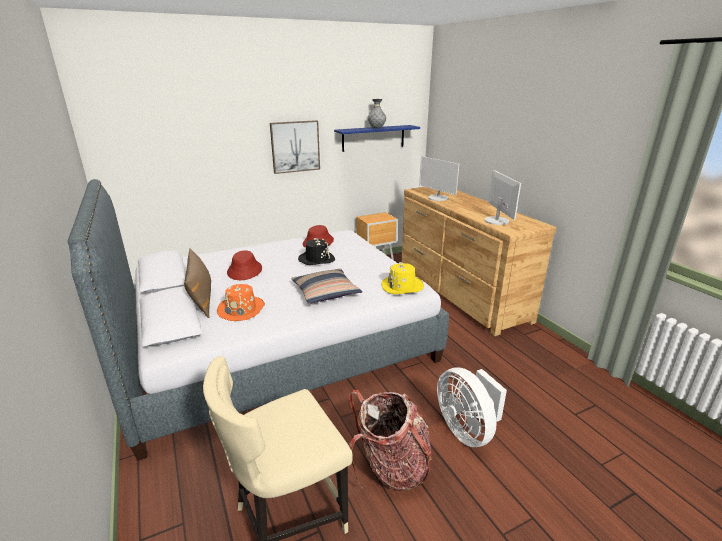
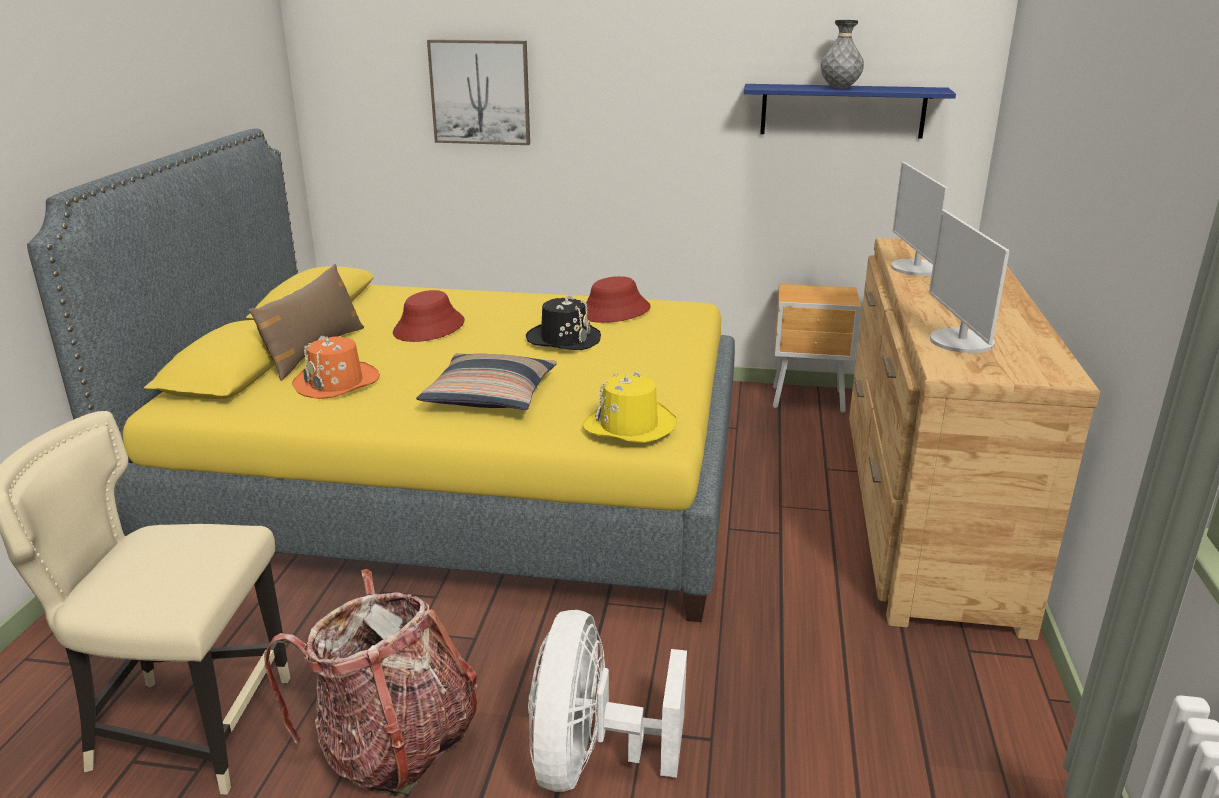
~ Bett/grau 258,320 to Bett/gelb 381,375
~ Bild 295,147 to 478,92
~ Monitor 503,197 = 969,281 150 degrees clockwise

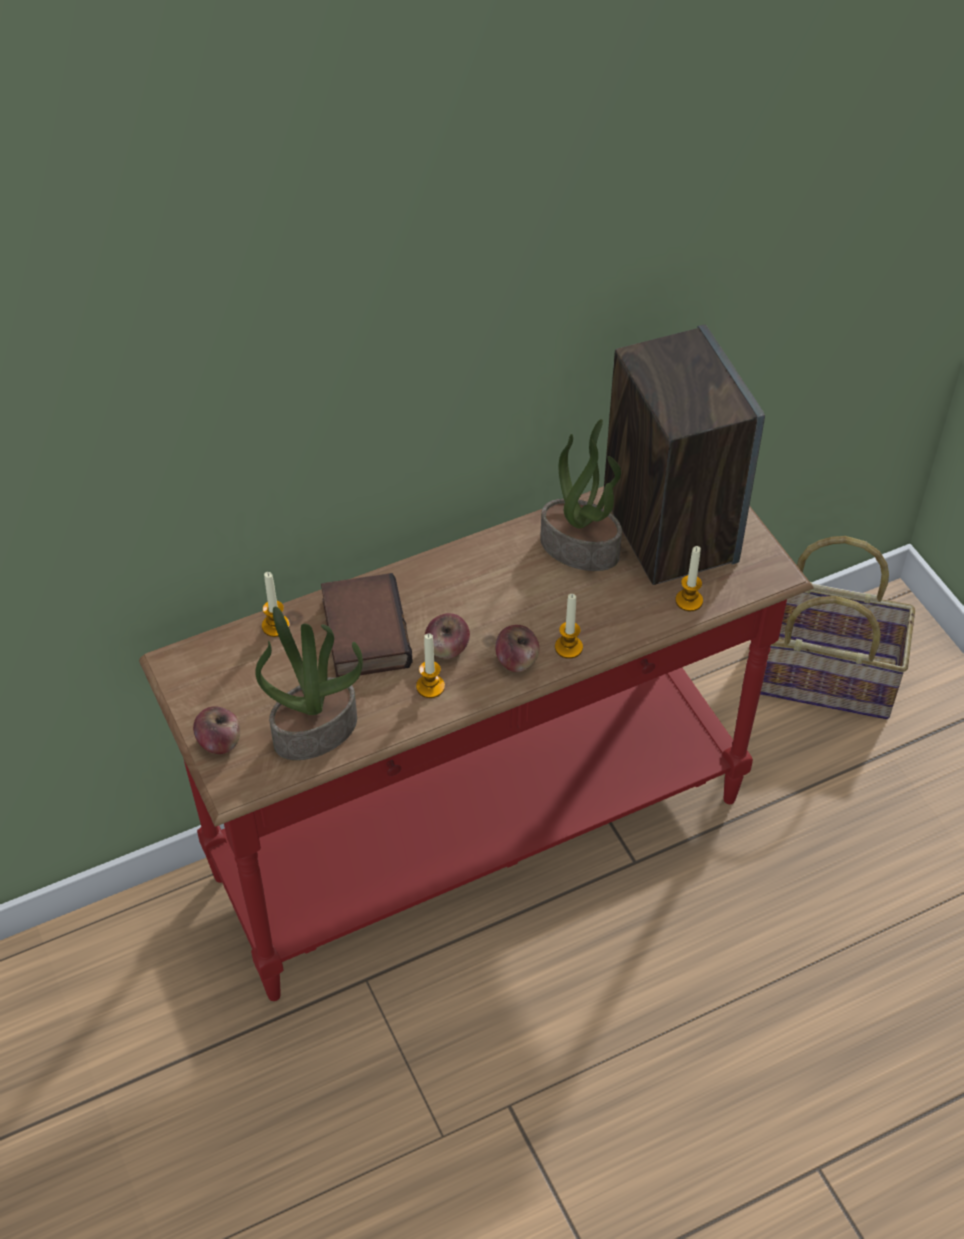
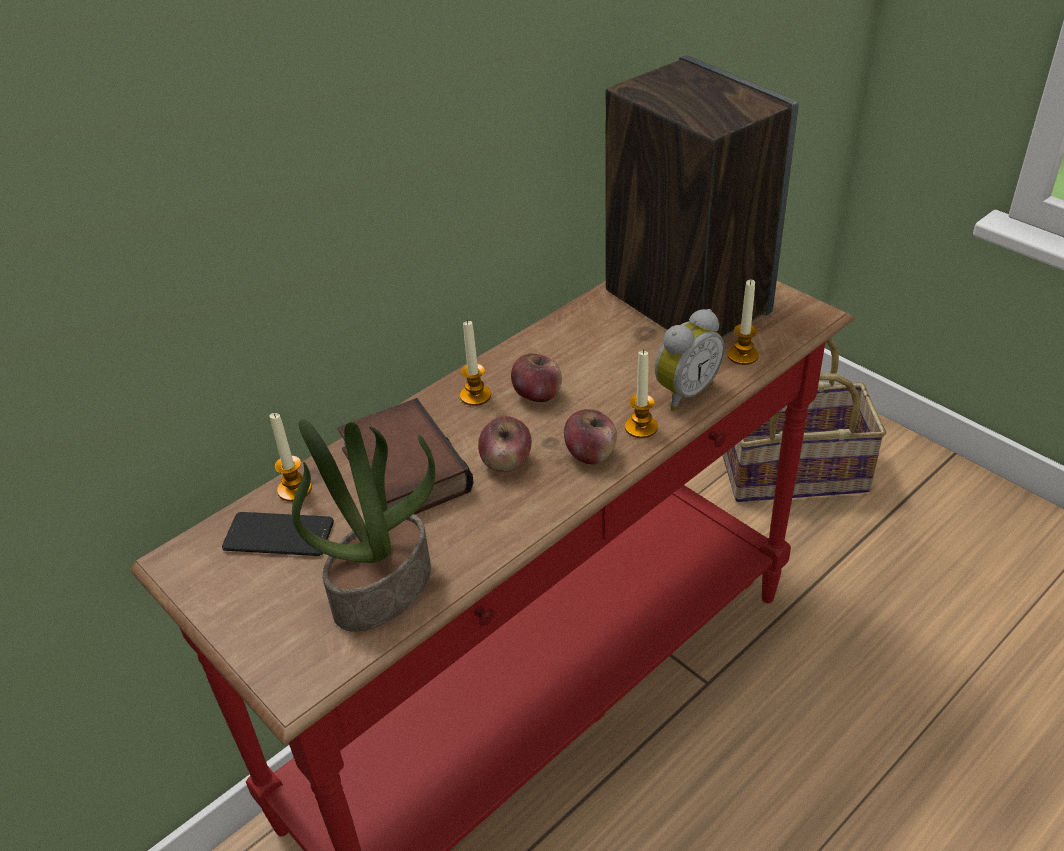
+ Handy 278,534
~ Kerze 430,666 to 475,363
~ Apfel 216,730 to 536,378
+ Wecker 689,360
- Topfpflanze 581,495

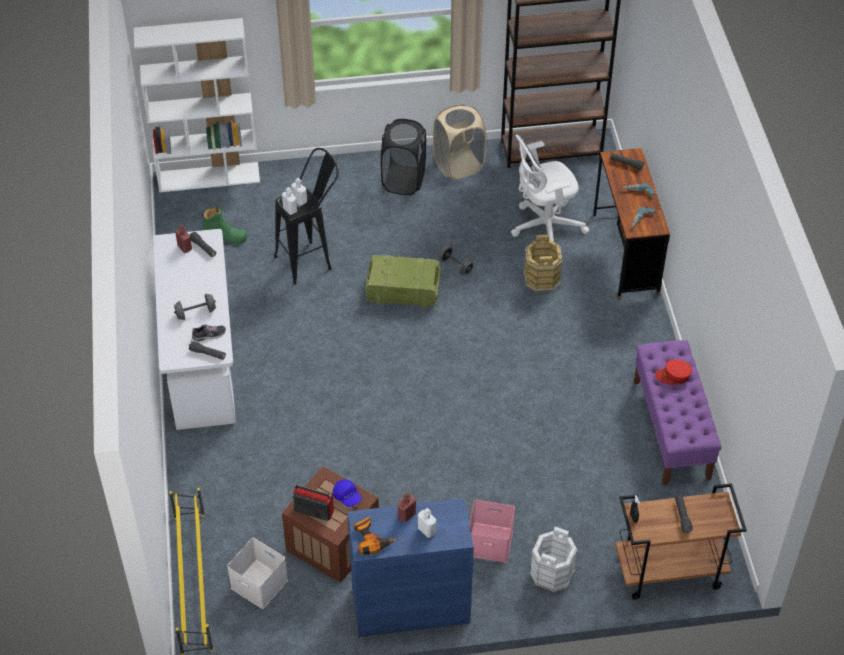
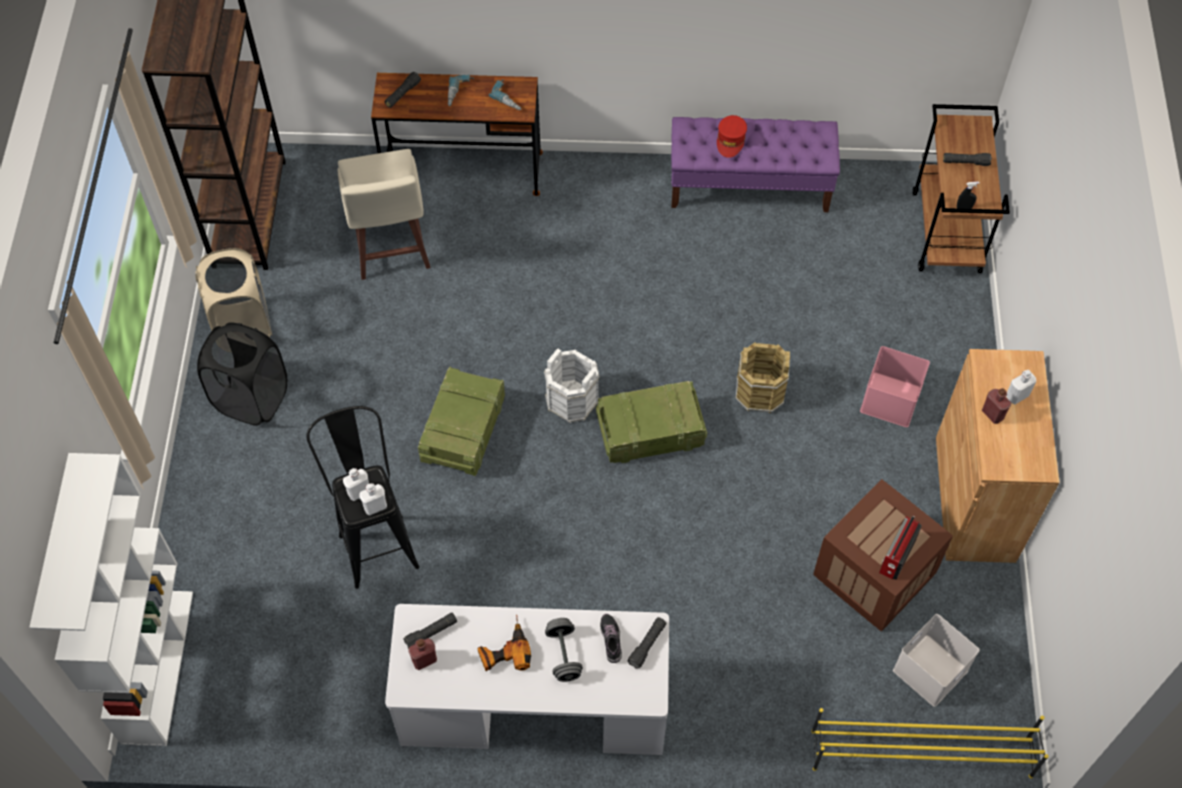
~ Bürostuhl/weiß 550,188 to Hocker/beige 384,214
~ Bohrmaschine 377,536 to 504,643
~ Eimer/weiß 553,559 to 572,385
+ Kiste 651,422
~ Eimer/braun 543,263 to 762,377
~ Schrank/blau 411,567 to Schrank/braun 998,456
- Stiefel/grün 224,225
- Kappe/blau 347,493
- Hantel/grau 456,260

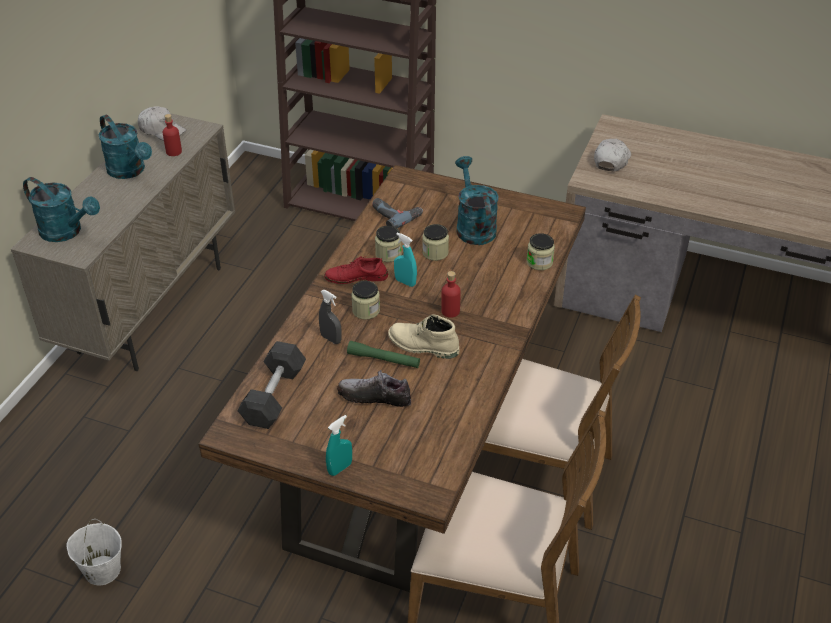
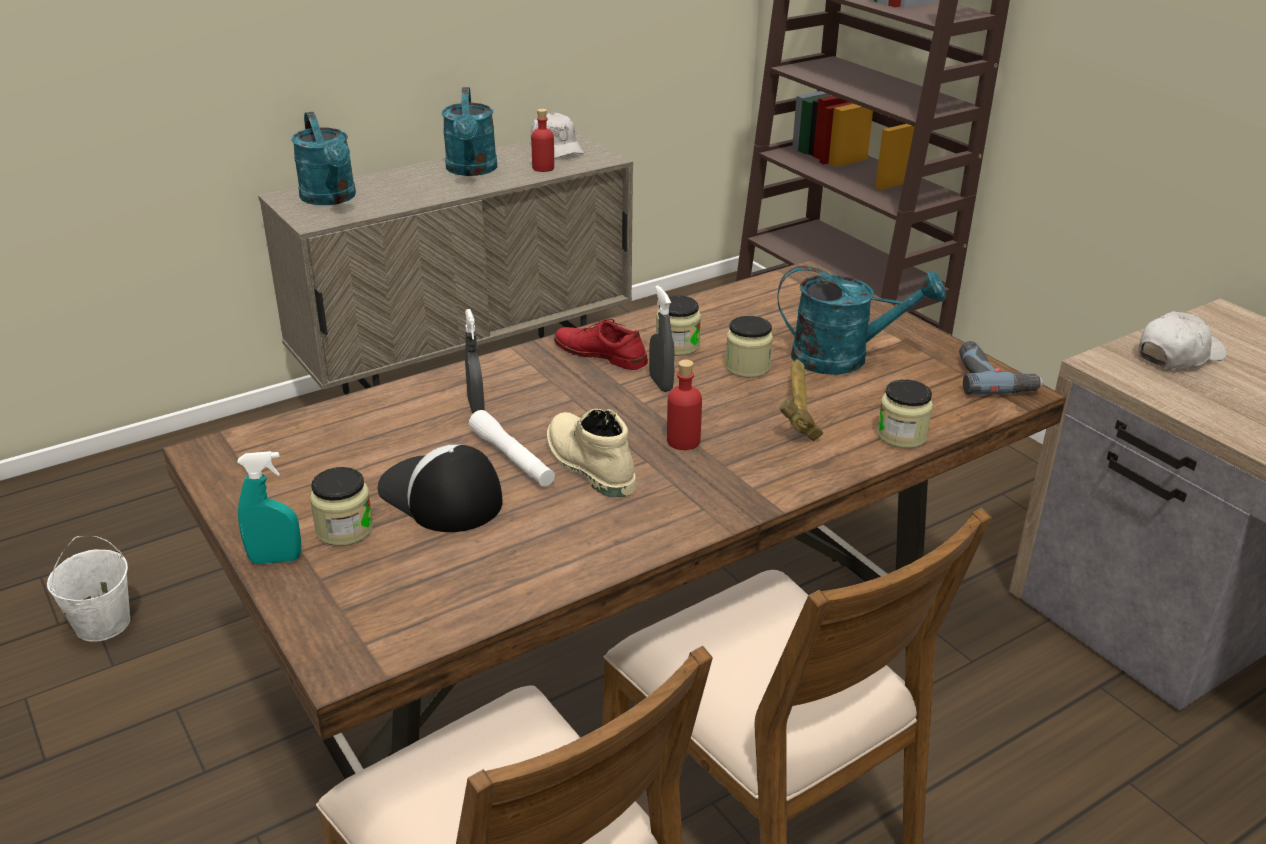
~ Vorratsglas 365,300 to 341,506
~ Schuh 374,388 to Kappe 440,488
~ Taschenlampe/grün 383,354 to Taschenlampe/weiß 512,448
~ Sprühflasche/türkis 405,260 to Sprühflasche/grau 662,338
~ Gießkanne/türkis 477,200 = 862,320 75 degrees clockwise
+ Hammer 801,400
~ Bohrmaschine 397,213 to 1001,368
- Hantel/grau 271,385

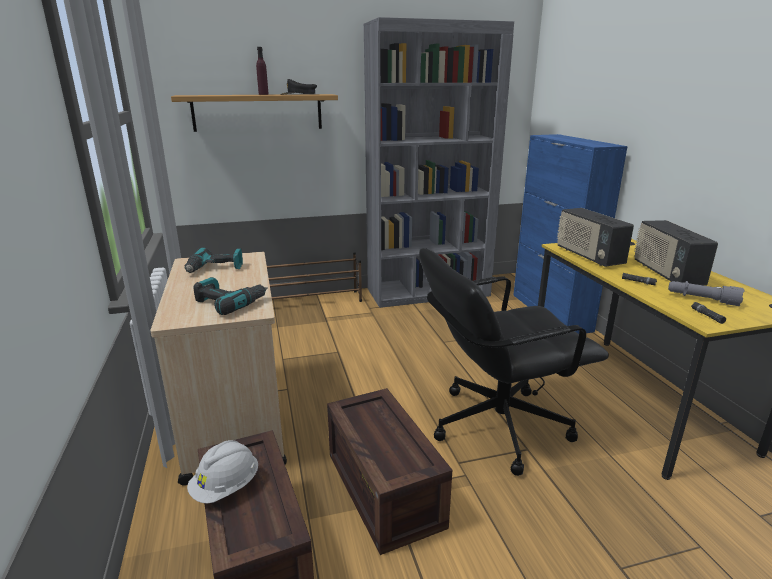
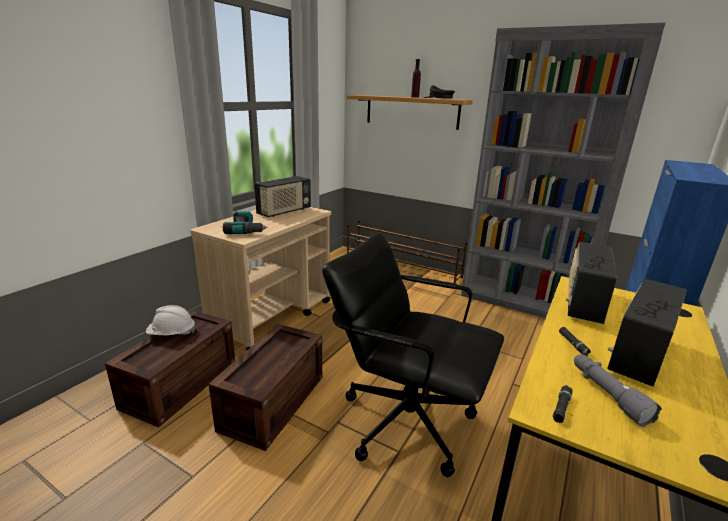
~ Bohrmaschine 214,260 to Radio 282,196

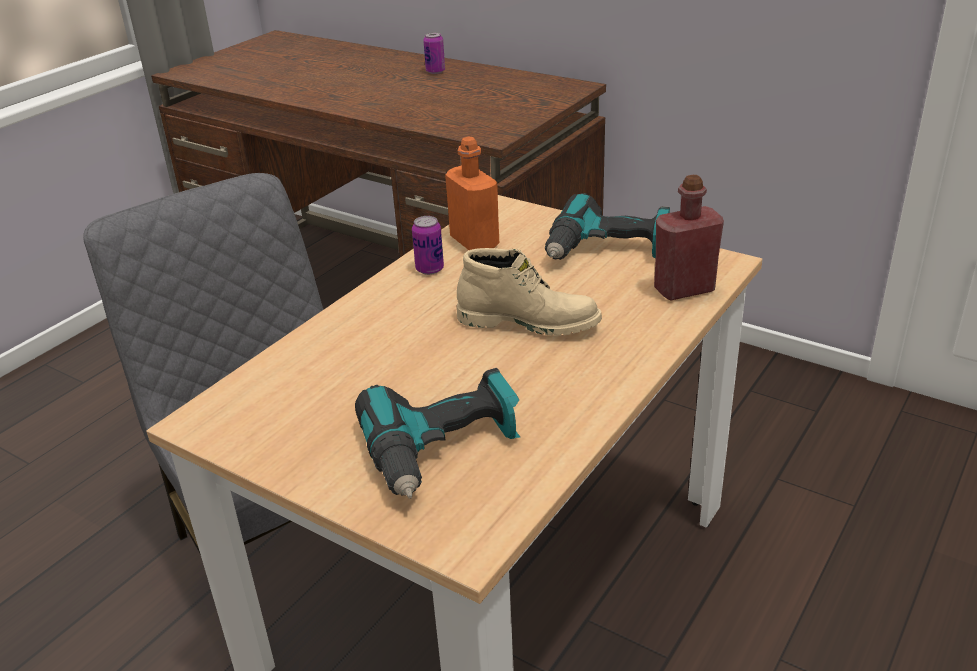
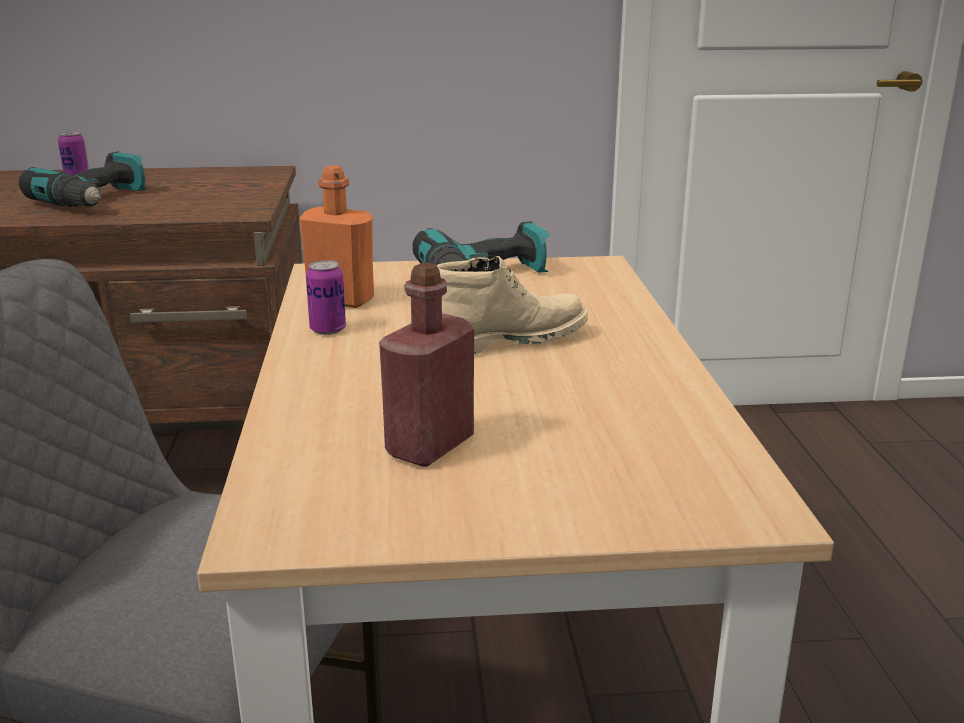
~ Bohrmaschine 437,433 to 83,179
~ Flasche/rot 689,237 to 426,364

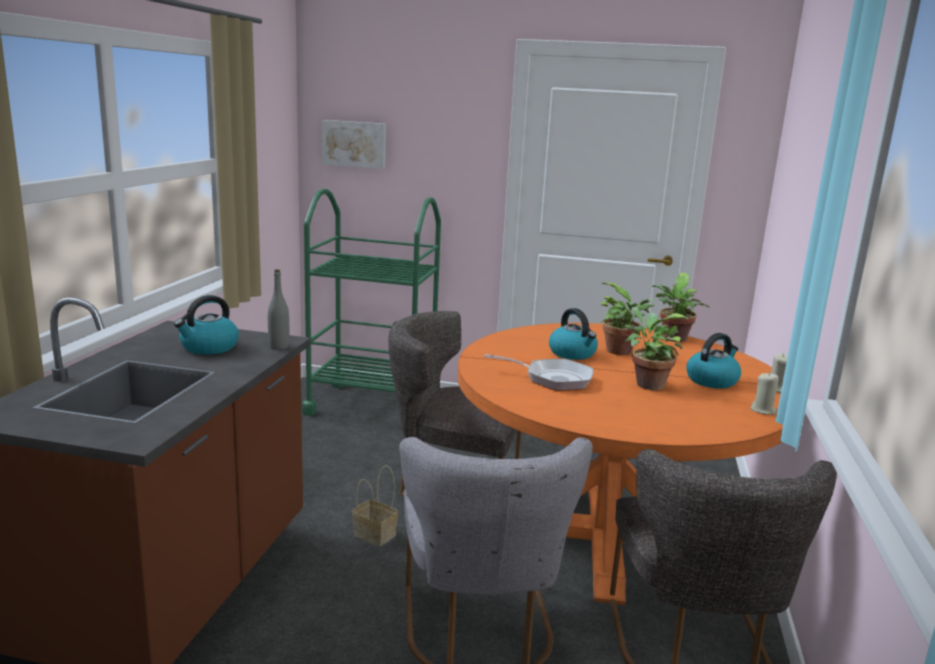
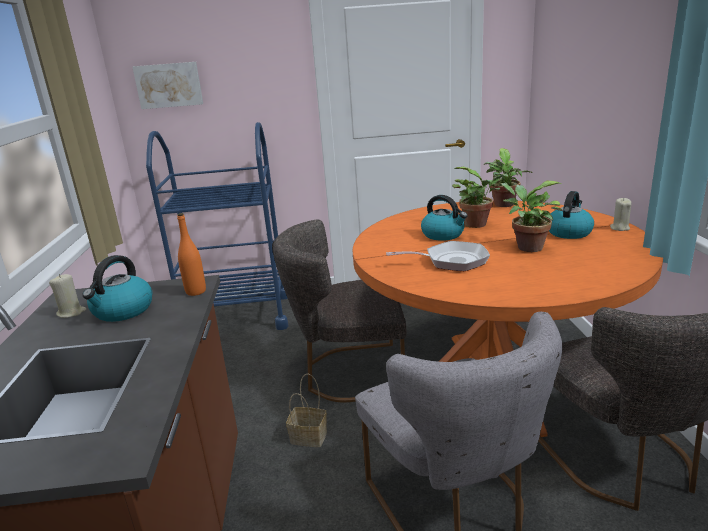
~ Kerze/beige 764,394 to 67,296
~ Rollwagen/grün 371,302 to Rollwagen/blau 217,226
~ Flasche/grau 278,309 to Flasche/orange 191,254

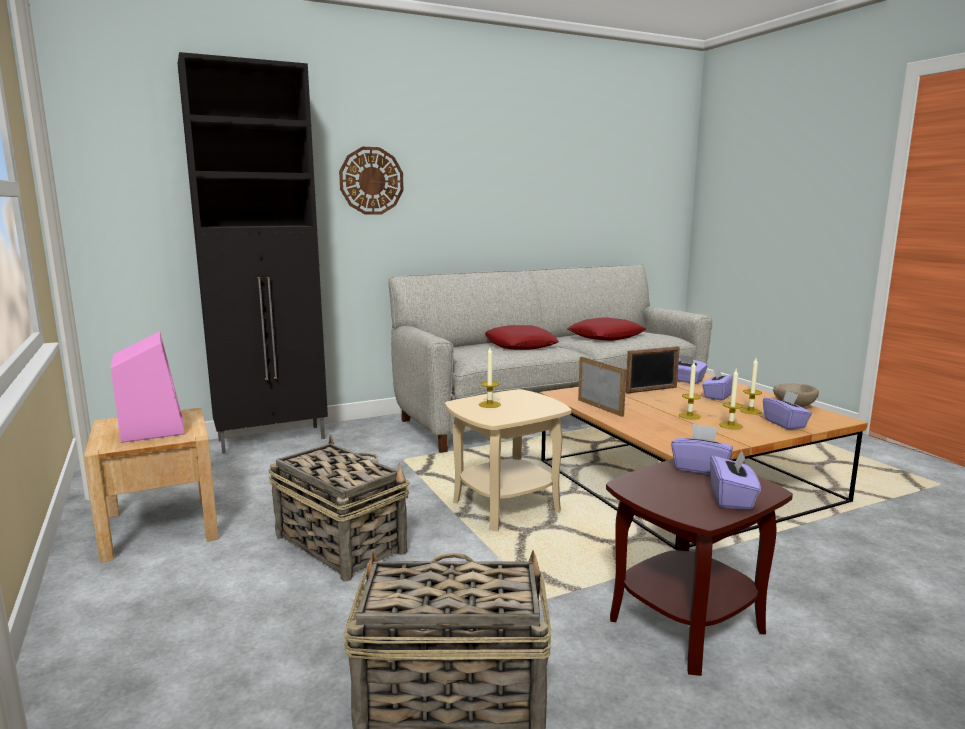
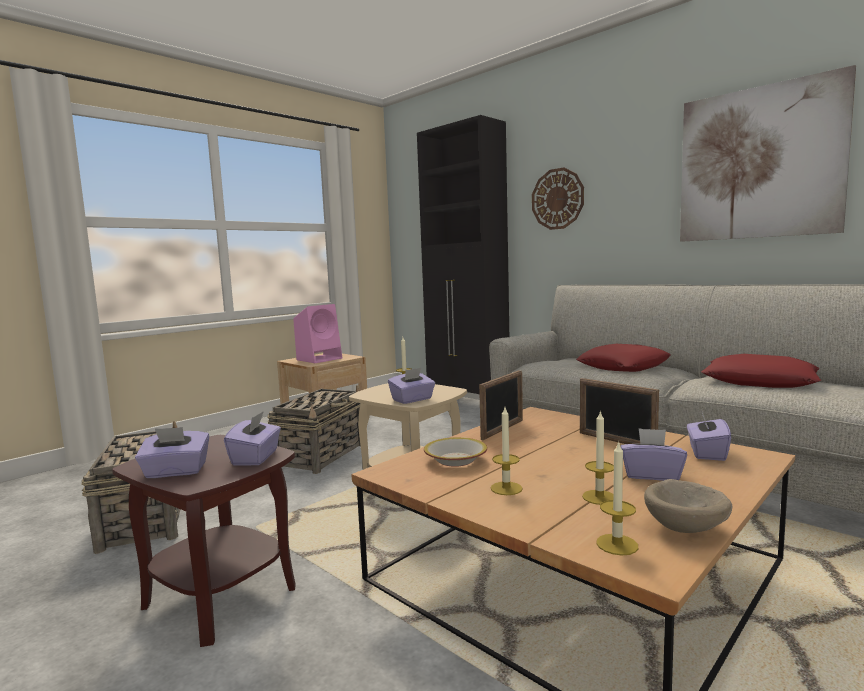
~ Taschentuchbox/lila 787,410 to 411,386
+ Schüssel 455,452
~ Kerze 690,391 to 617,498
+ Bild 768,153

